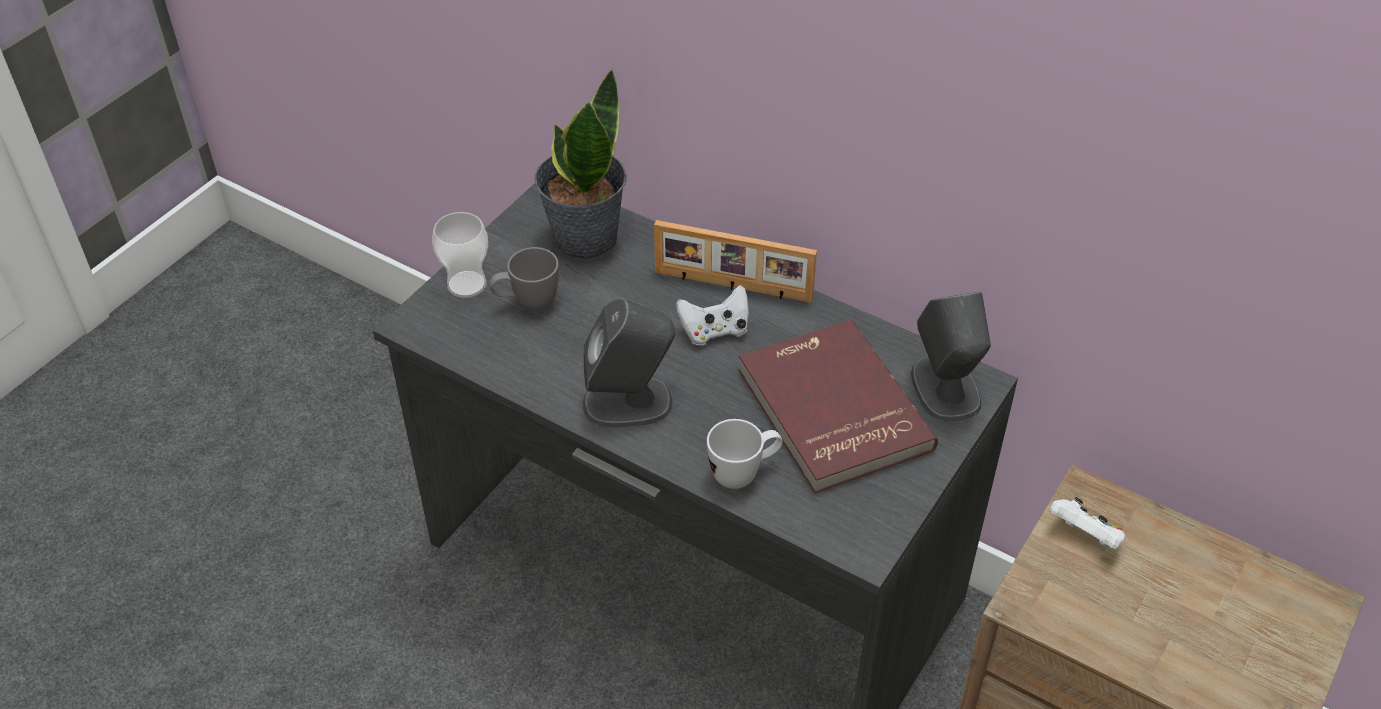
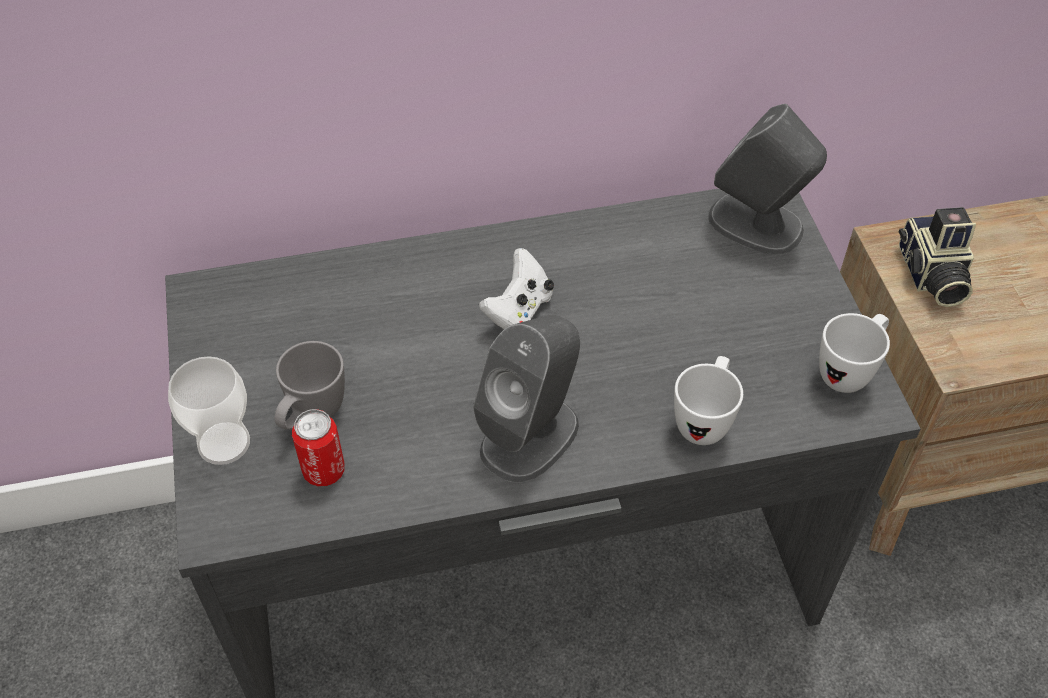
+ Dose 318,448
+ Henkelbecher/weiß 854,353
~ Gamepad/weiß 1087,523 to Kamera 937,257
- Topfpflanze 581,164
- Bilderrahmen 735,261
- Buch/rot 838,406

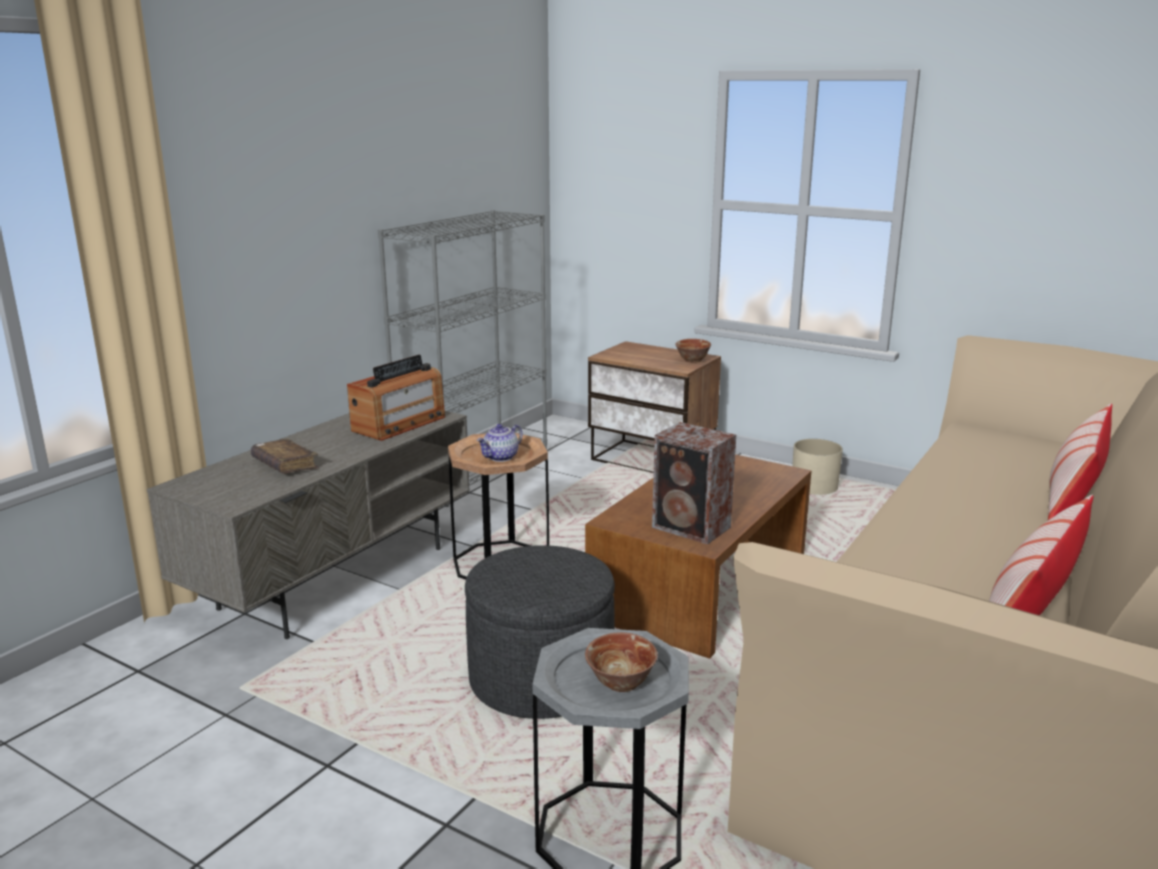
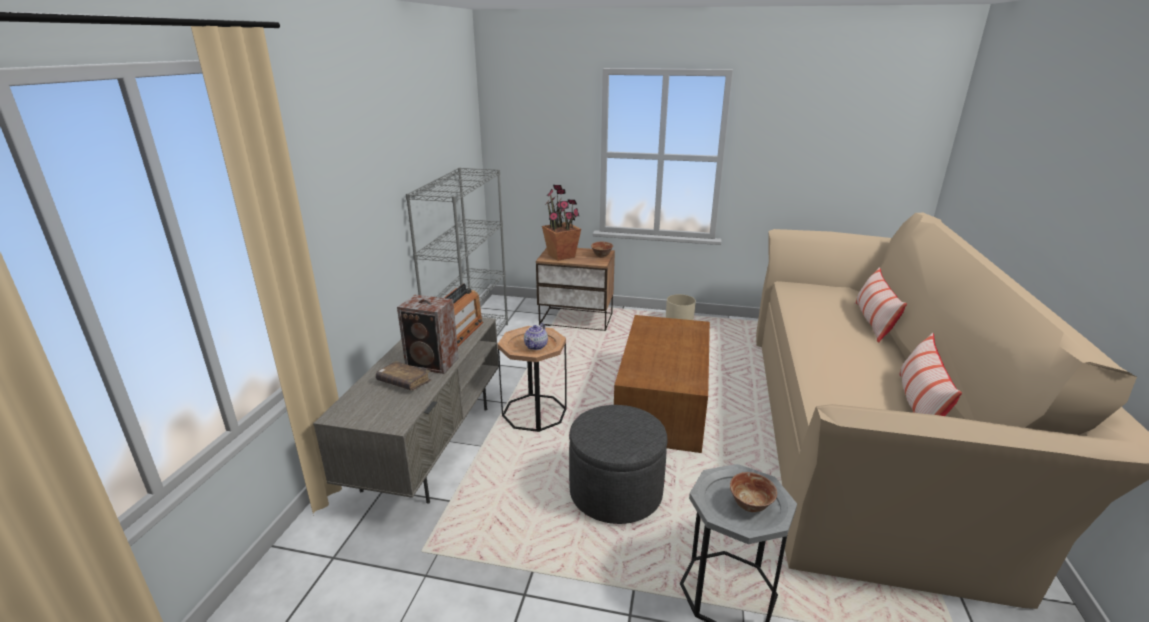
~ Lautsprecher 694,483 to 428,334
+ Topfpflanze 561,223

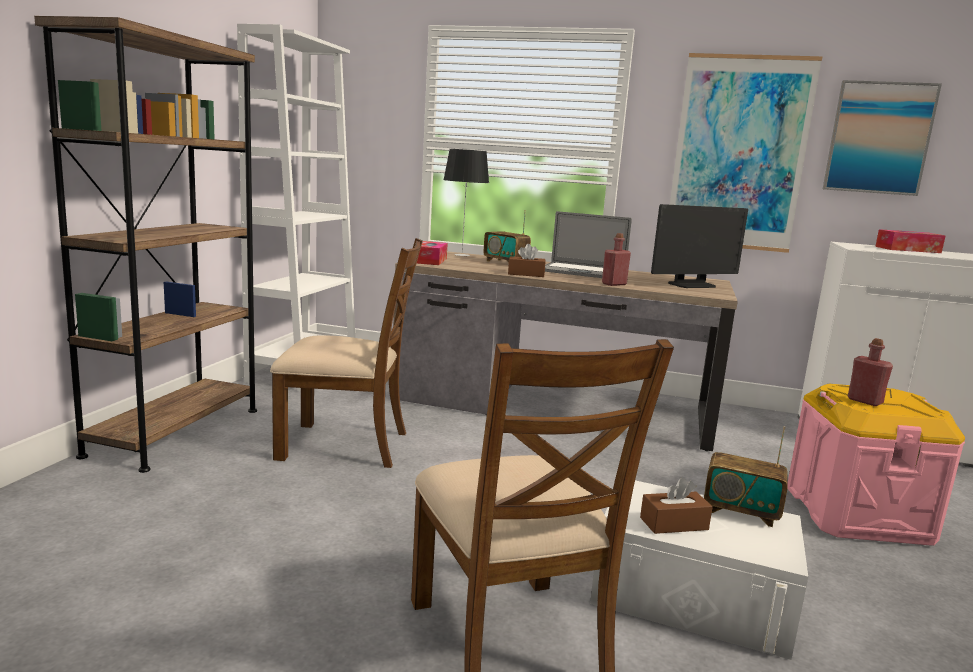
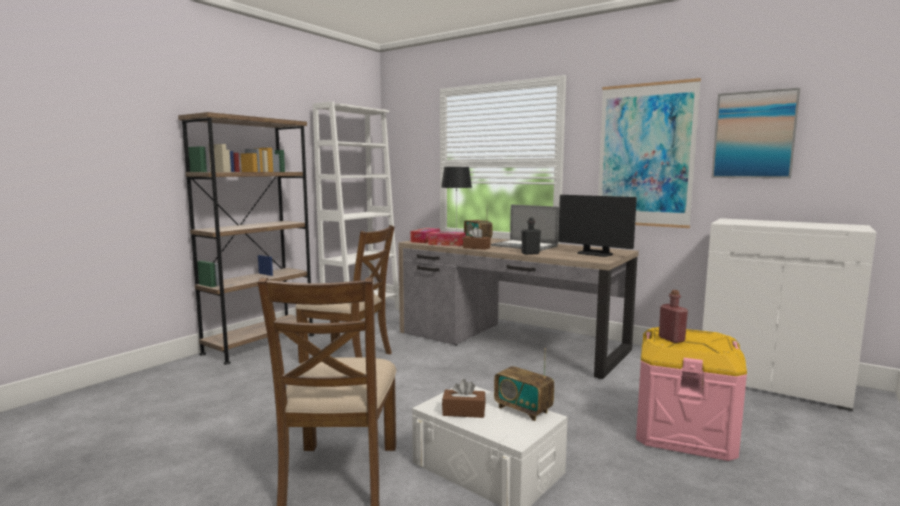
~ Taschentuchbox 910,241 to 446,238
~ Flasche/rot 616,259 to Flasche/schwarz 531,236
~ Monitor 699,246 = 597,226 45 degrees clockwise

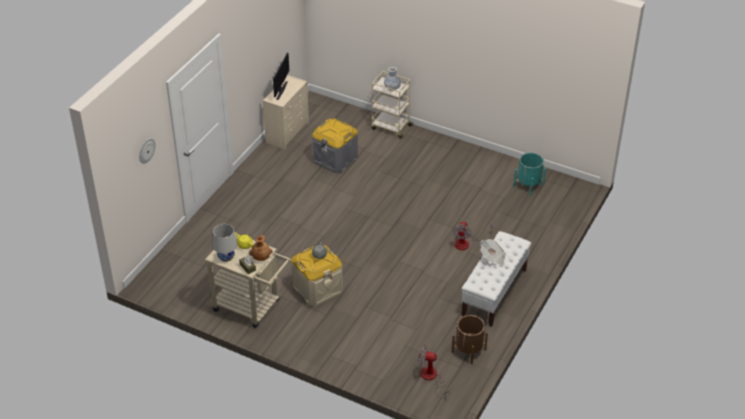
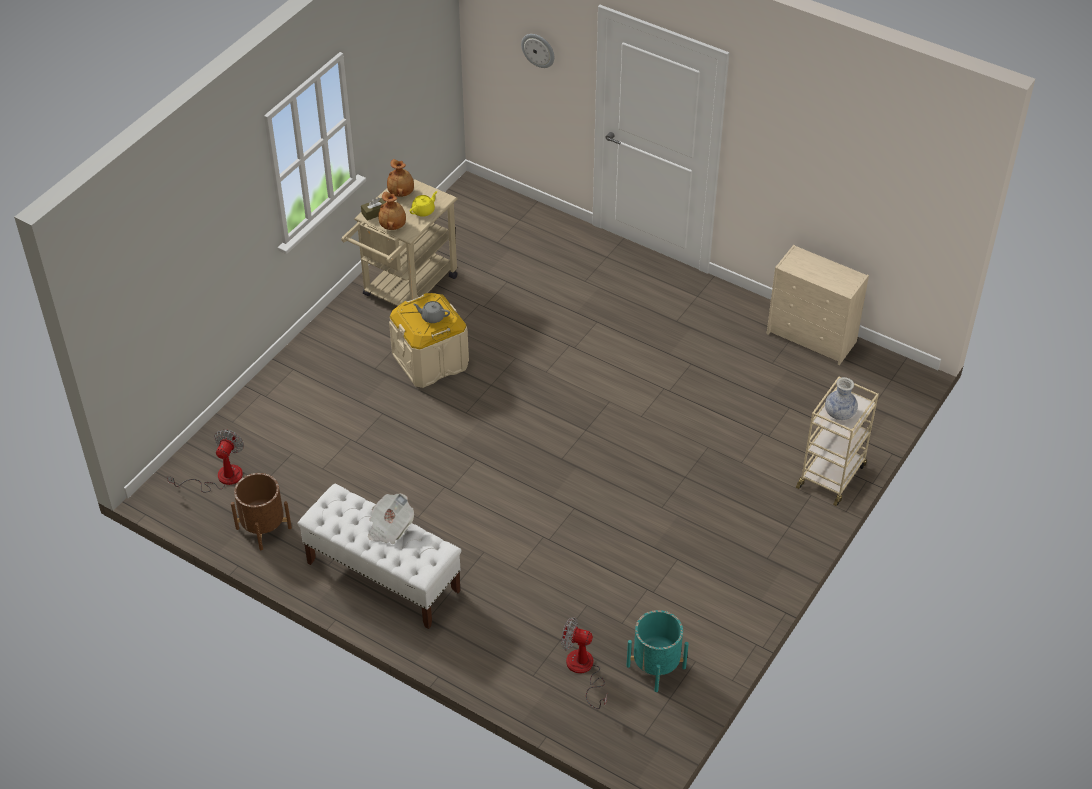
~ Tischlampe/weiß 224,243 to Vase/braun 400,178
~ Ventilator 473,235 to 584,663
- Monitor 281,76
- Aufbewahrungsbox/grau 335,145

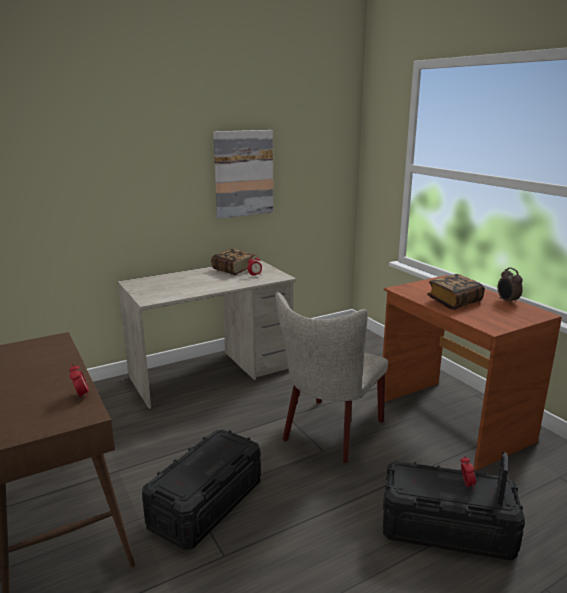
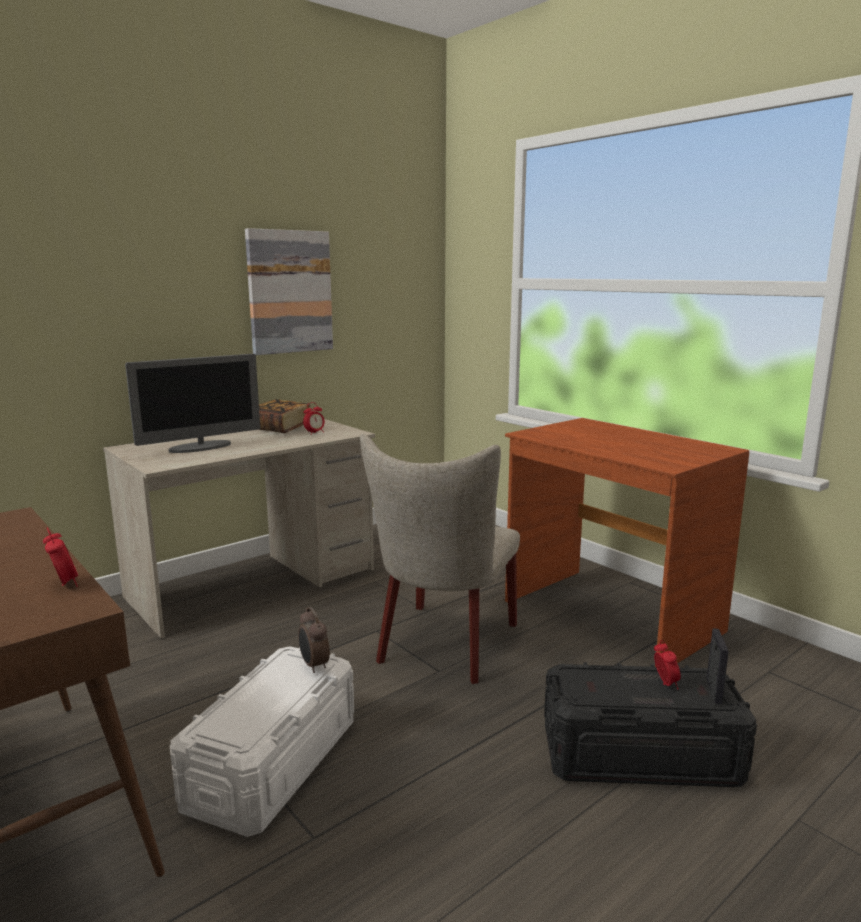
+ Monitor 193,403
~ Aufbewahrungsbox/schwarz 201,490 to Aufbewahrungsbox/weiß 262,741
~ Wecker 510,286 to 314,640
- Buch 456,291

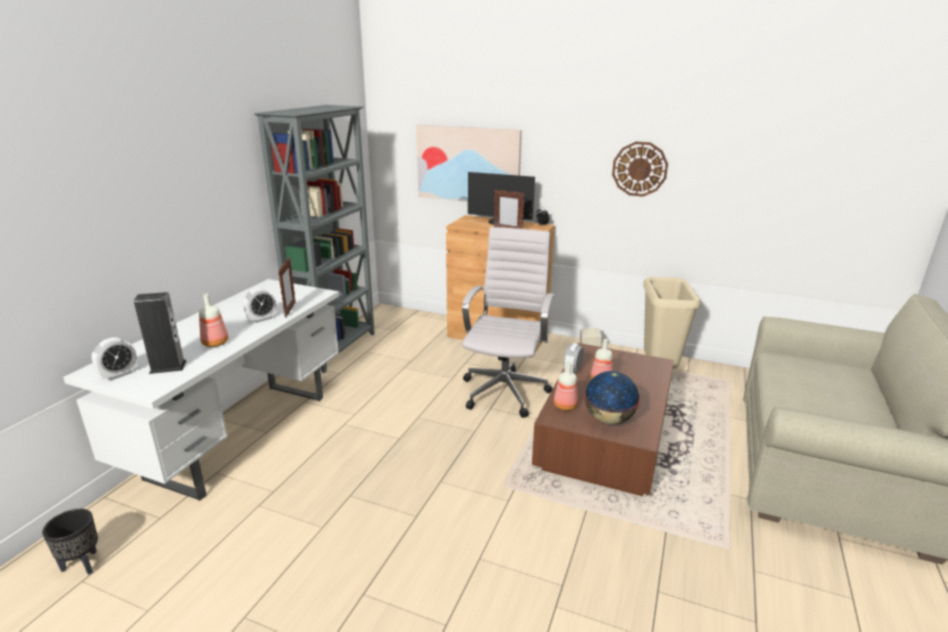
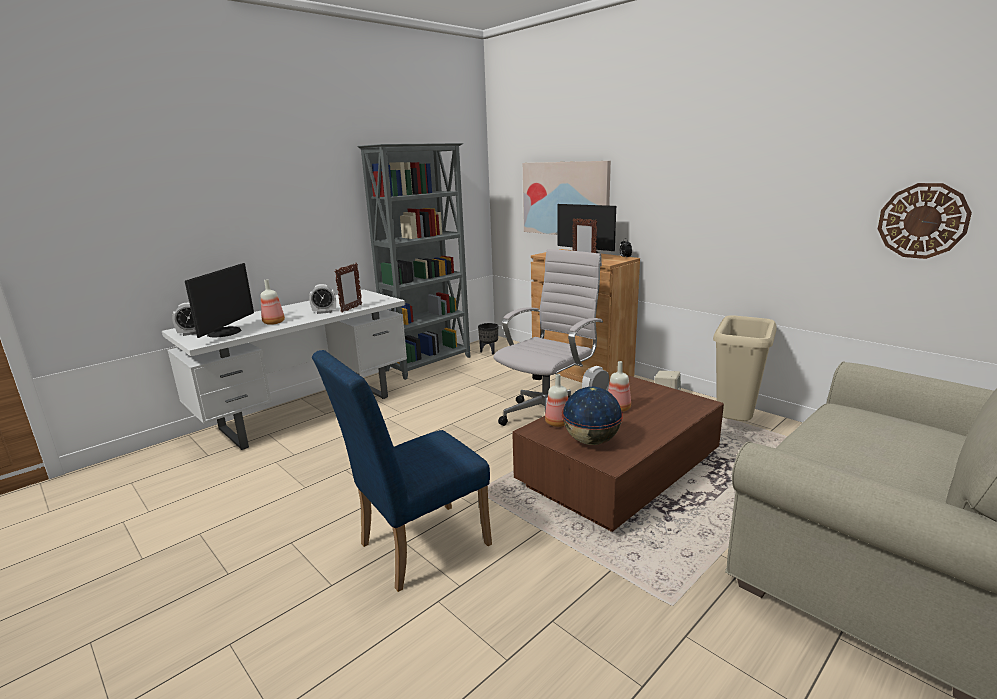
~ Lautsprecher 160,333 to Monitor 219,300
+ Stuhl/blau 402,471
~ Pflanzkübel/schwarz 70,542 to 488,338
~ Wanduhr 640,169 to 925,221

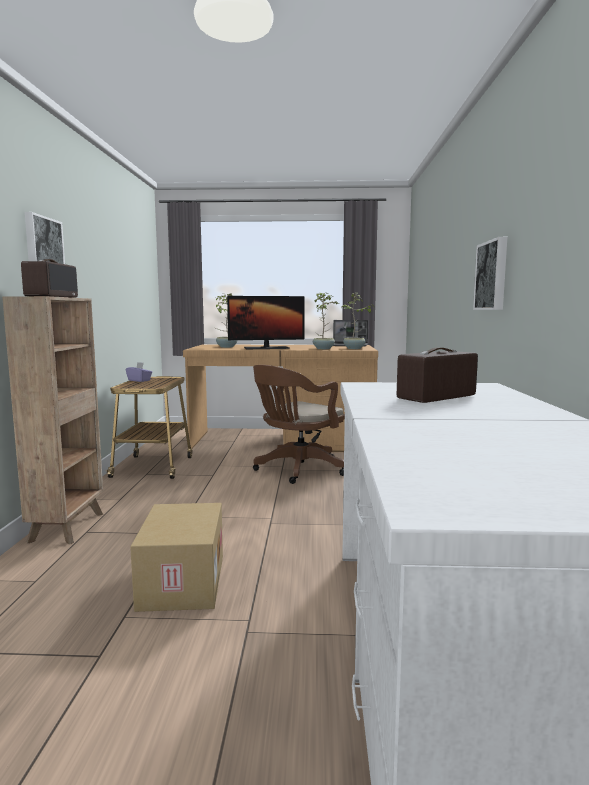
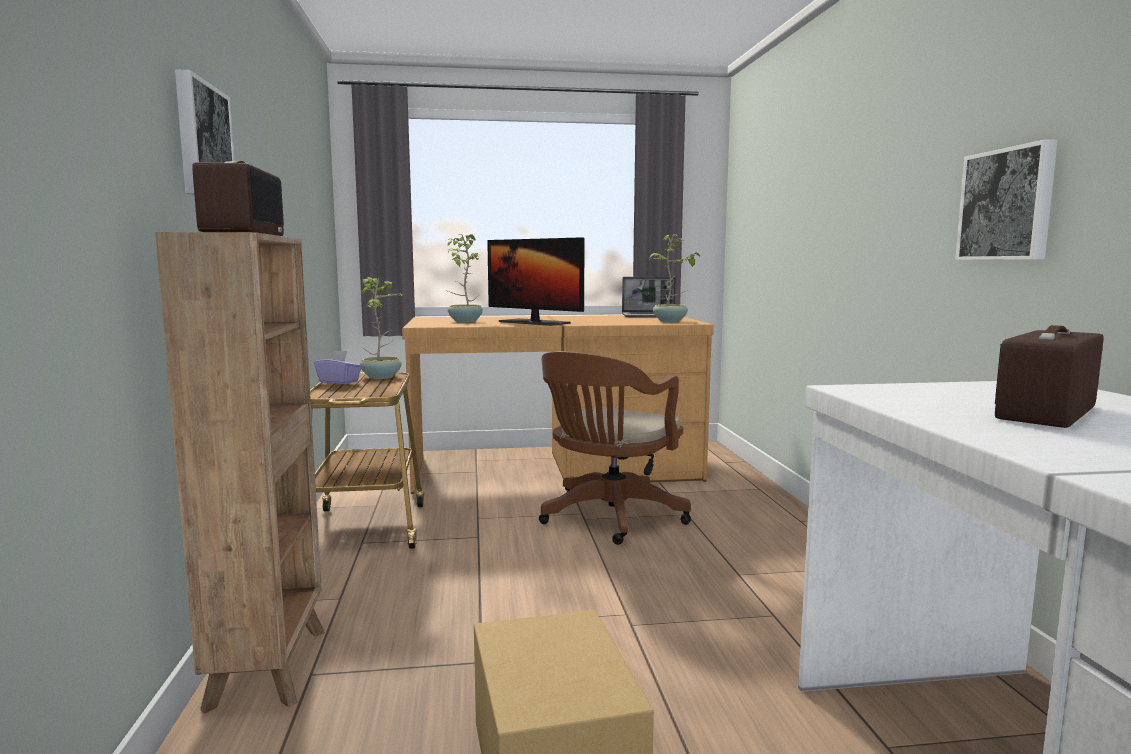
~ Topfpflanze 326,321 to 382,328
~ Monitor 266,322 = 535,281 60 degrees clockwise

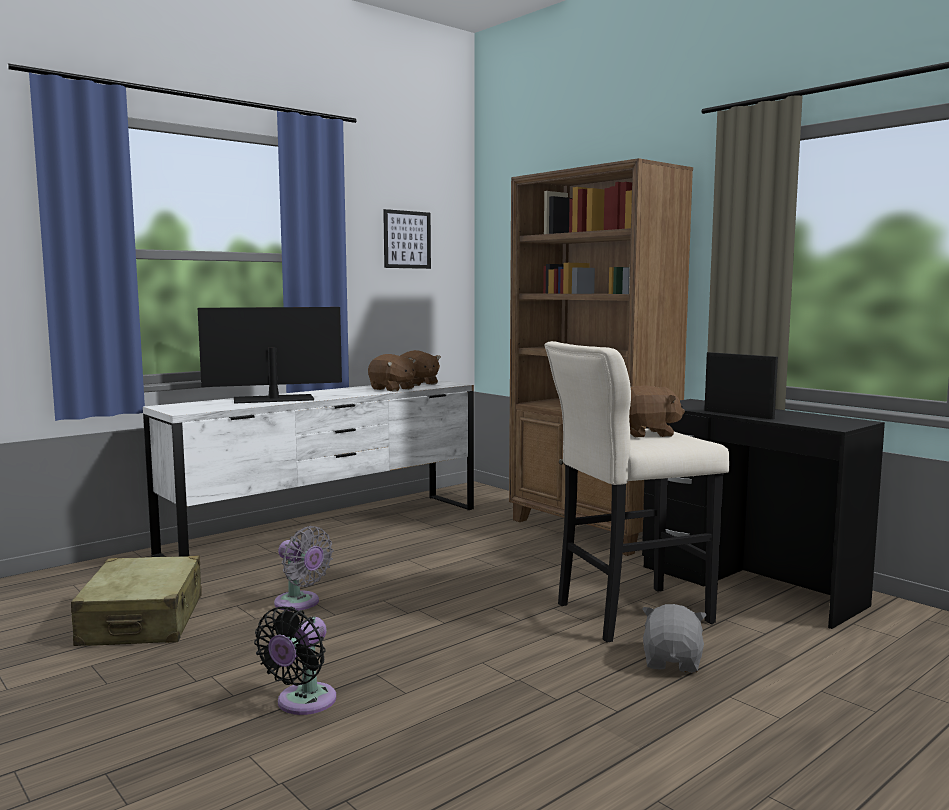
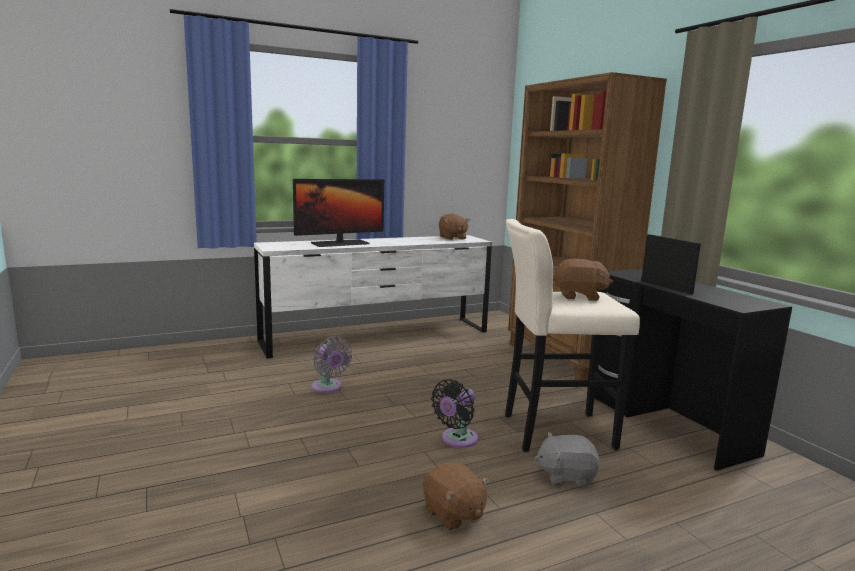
~ Monitor 270,355 = 338,213 150 degrees clockwise
~ Plüschtier/braun 392,373 to 456,497
~ Ventilator/schwarz 295,660 to 454,413
~ Plüschtier/grau 674,638 = 567,459 120 degrees counterclockwise
- Koffer/beige 136,601
- Bild 407,239

